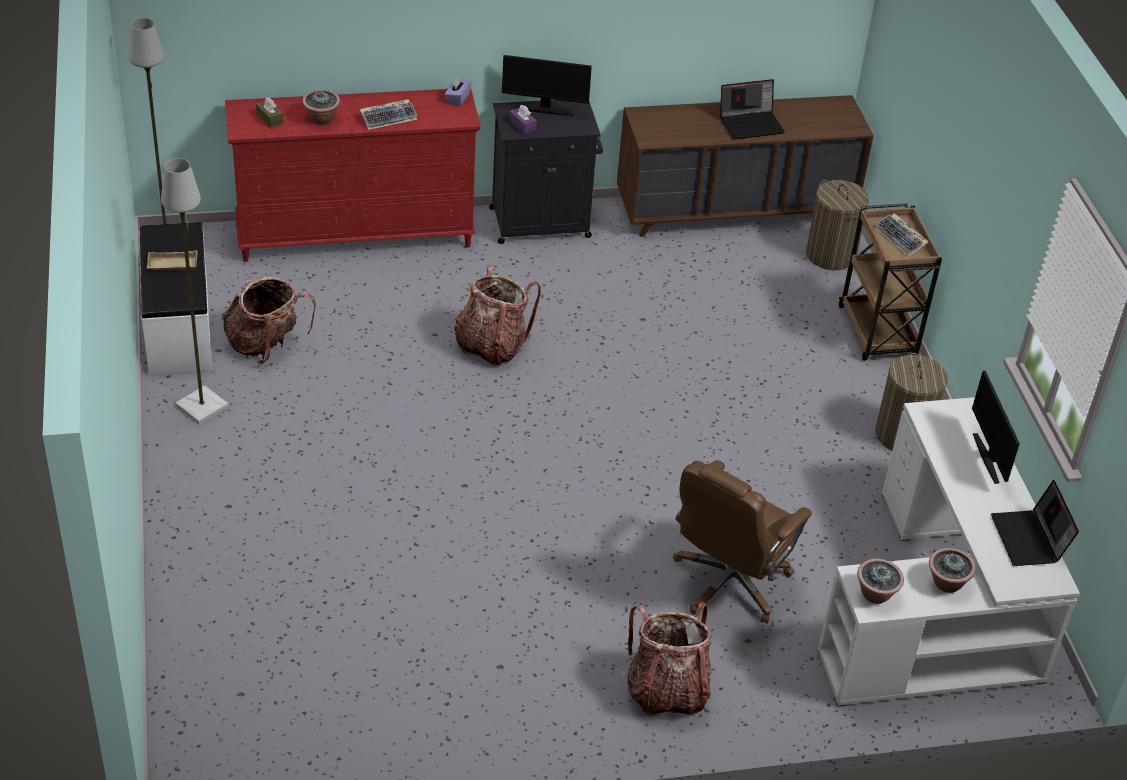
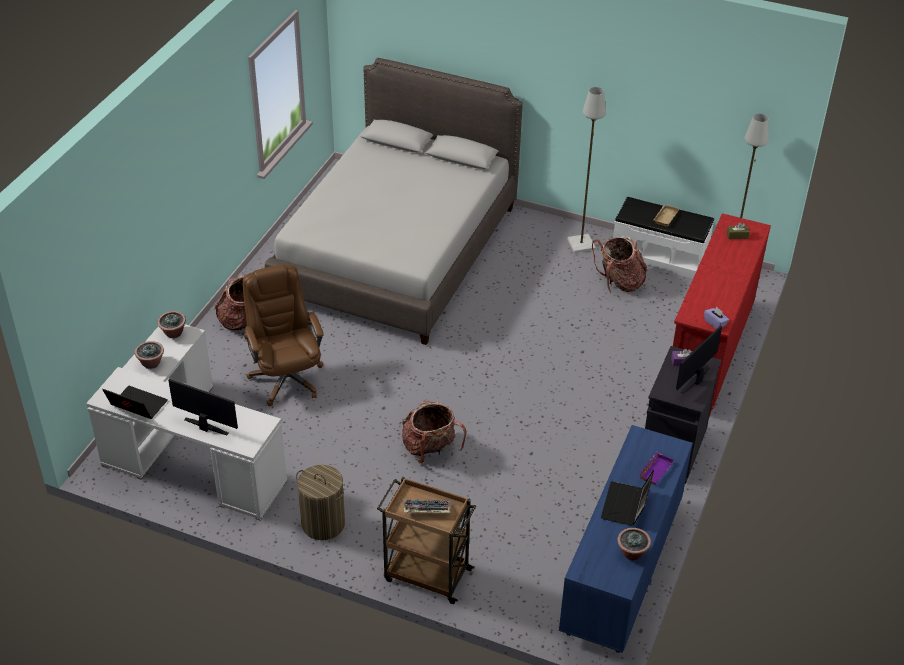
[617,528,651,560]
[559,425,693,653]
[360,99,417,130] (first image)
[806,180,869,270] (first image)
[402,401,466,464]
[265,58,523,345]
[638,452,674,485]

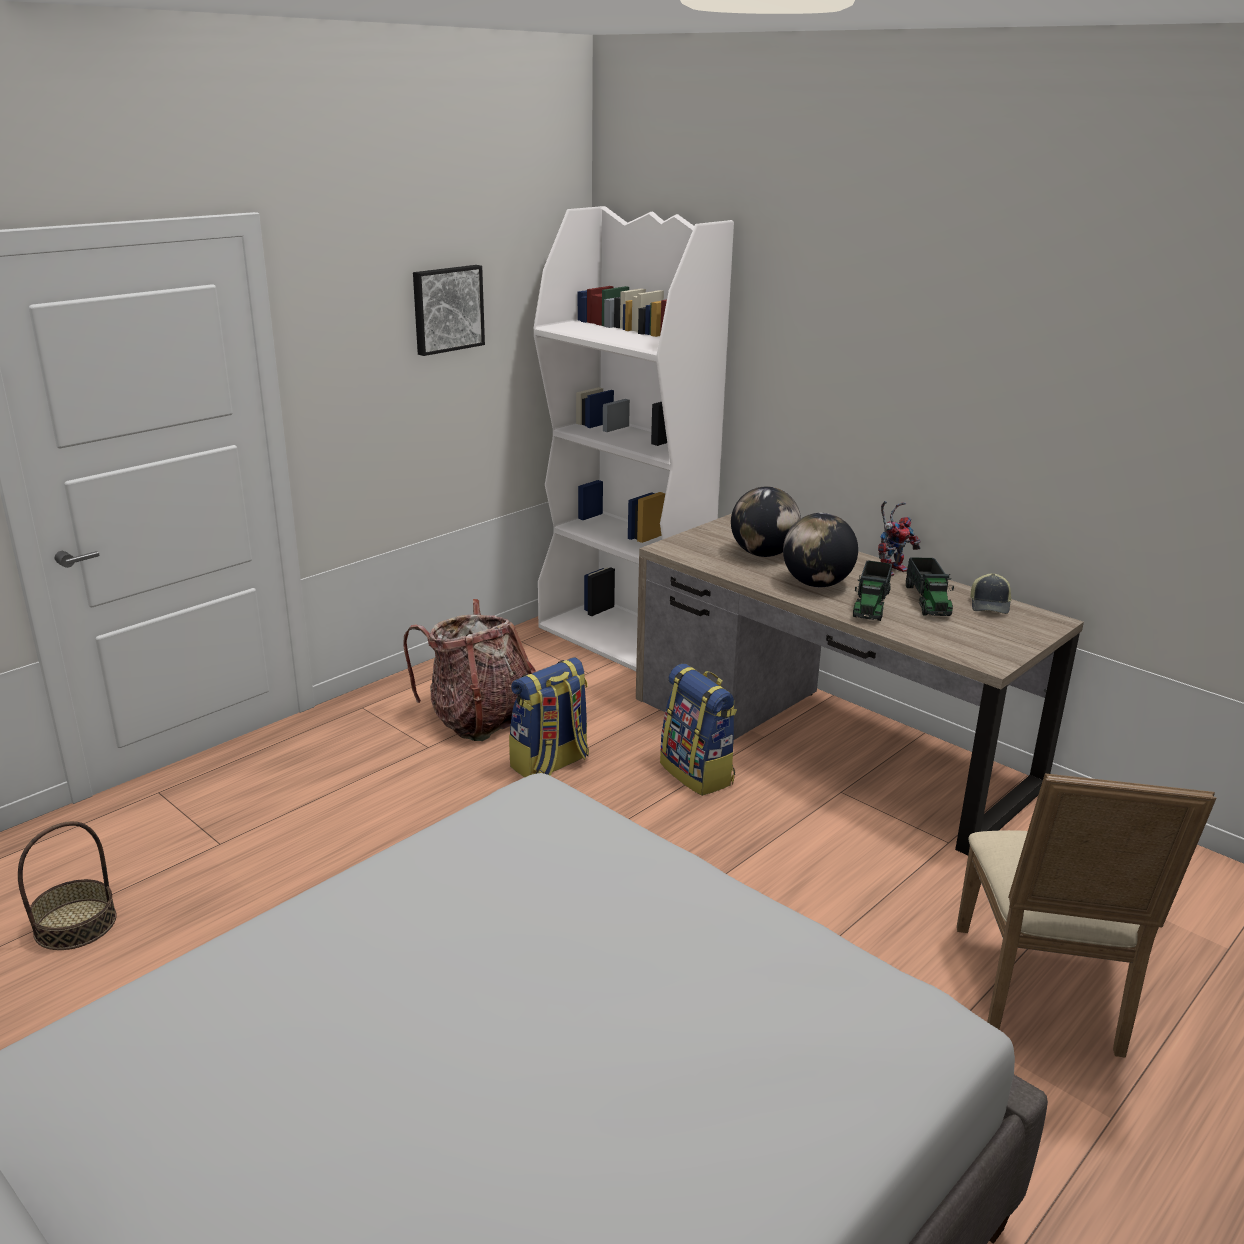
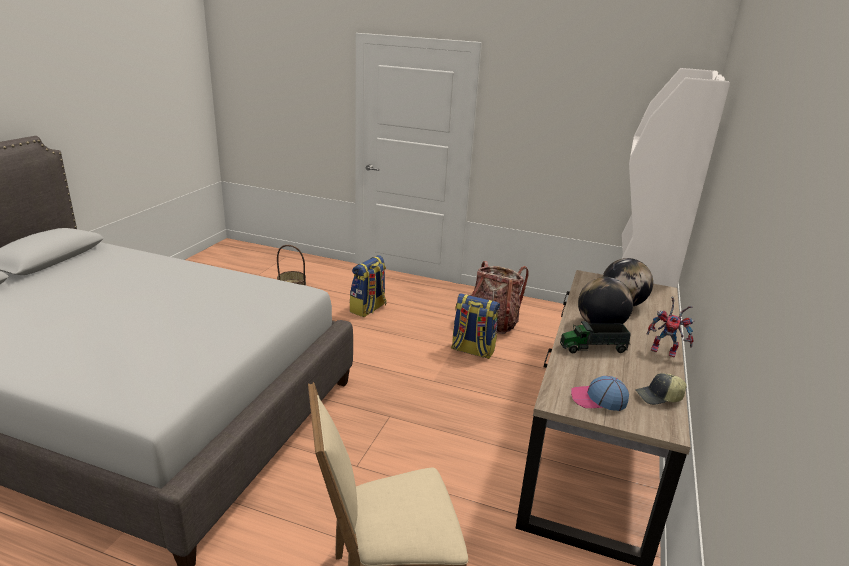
[413,265,485,356] (first image)
[906,557,954,616] (first image)
[350,255,387,317]
[571,376,629,411]

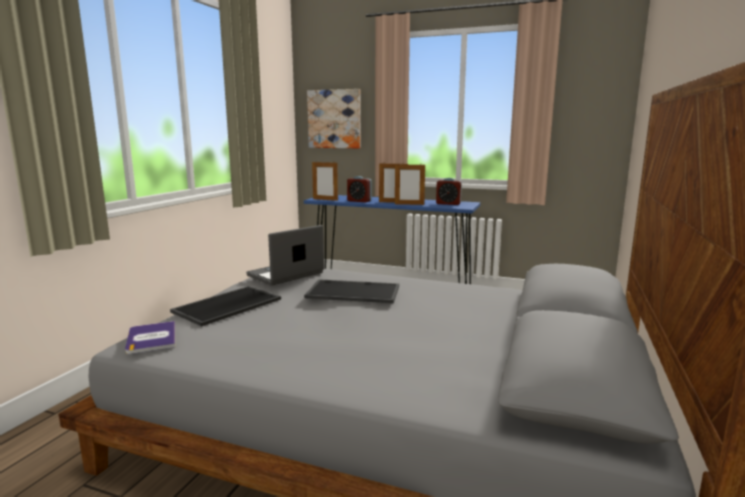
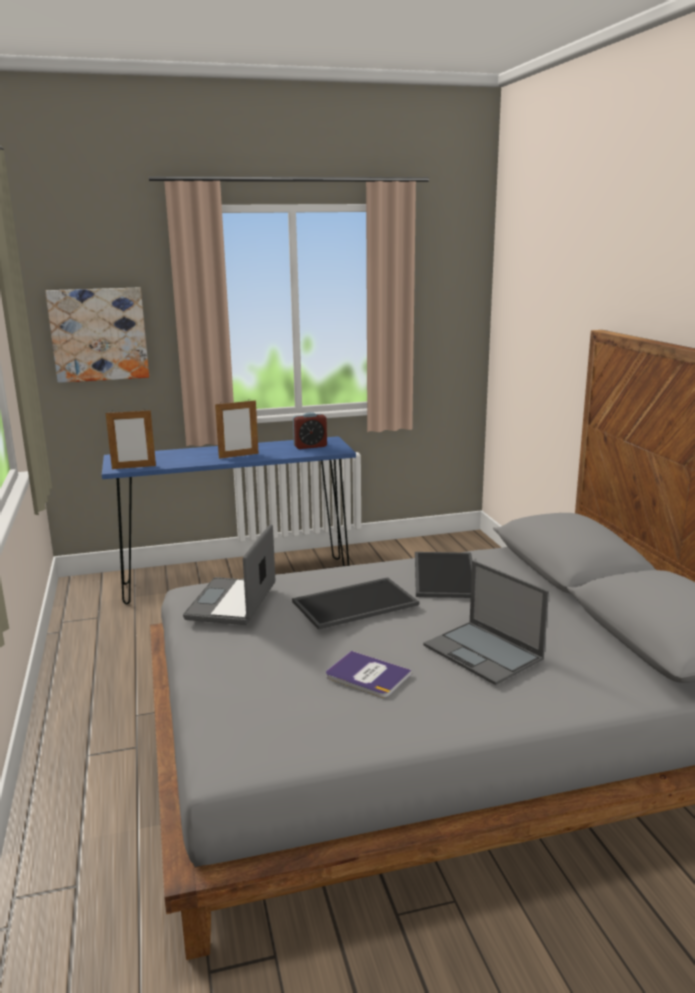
[395,163,425,205] (first image)
[347,176,372,202] (first image)
[415,552,473,598]
[326,651,412,698]
[423,560,549,685]

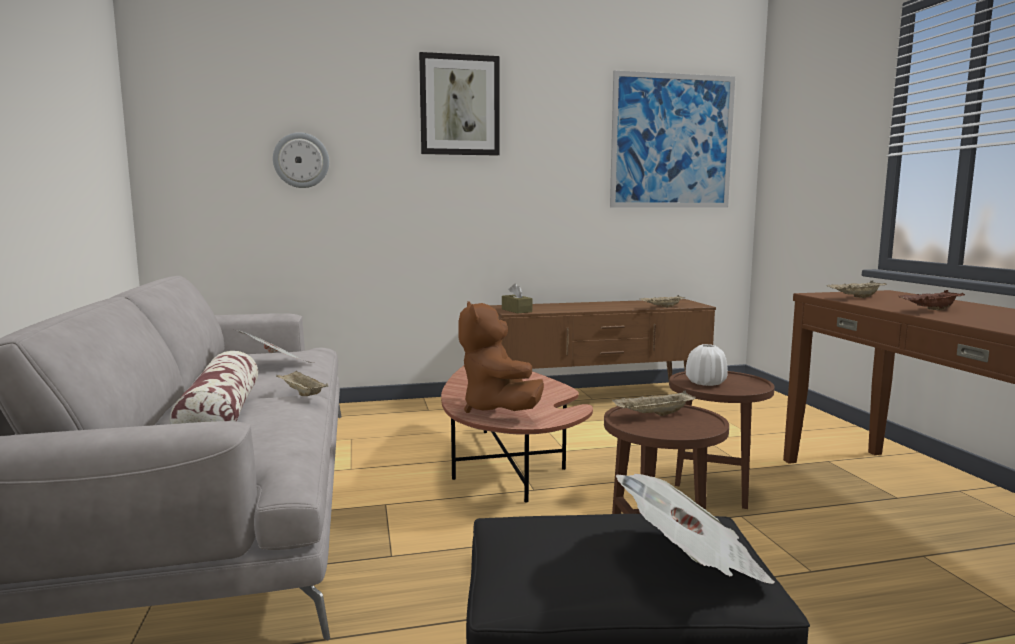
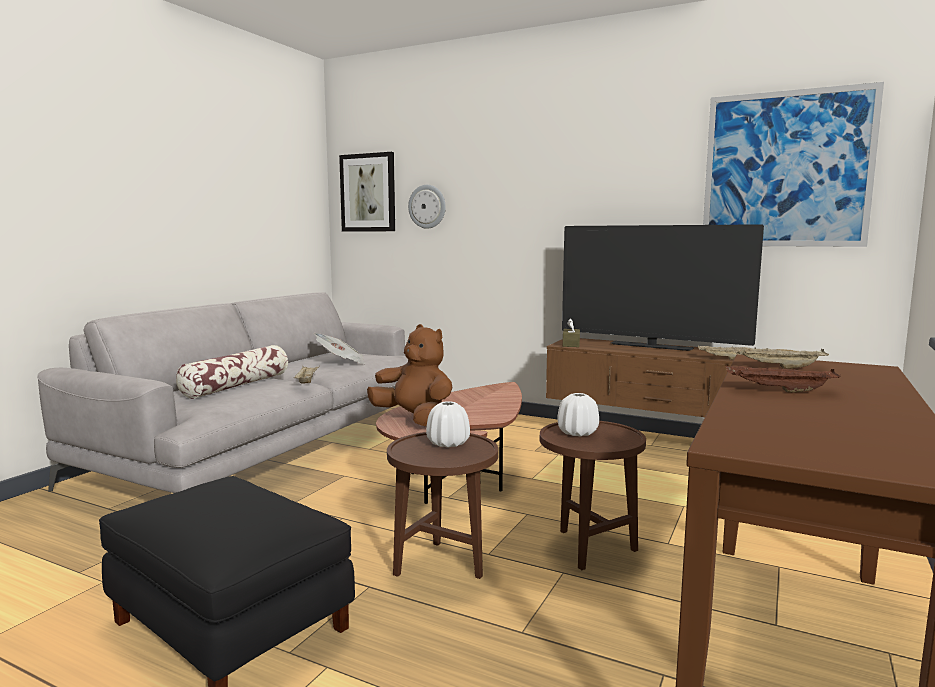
[339,152,395,232]
[367,324,453,426]
[426,401,470,447]
[616,474,775,584] (first image)
[562,224,764,351]

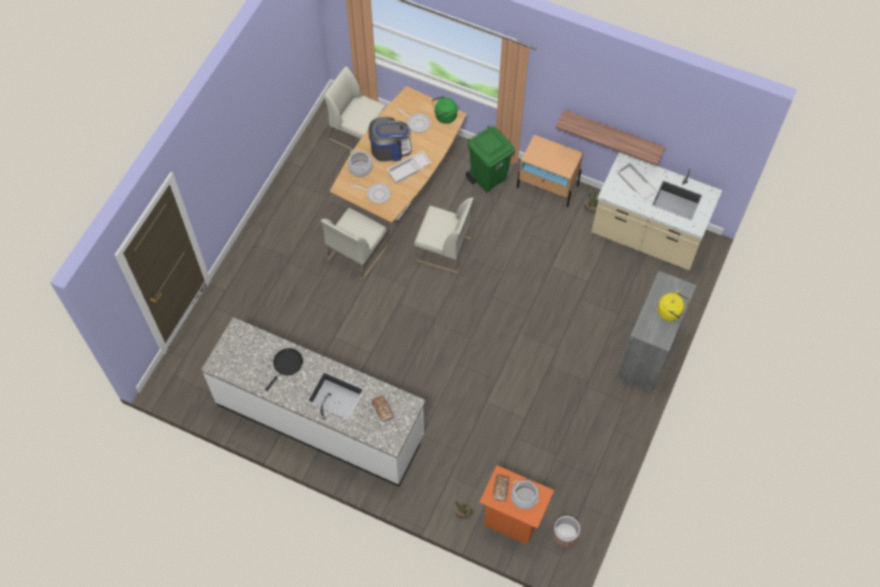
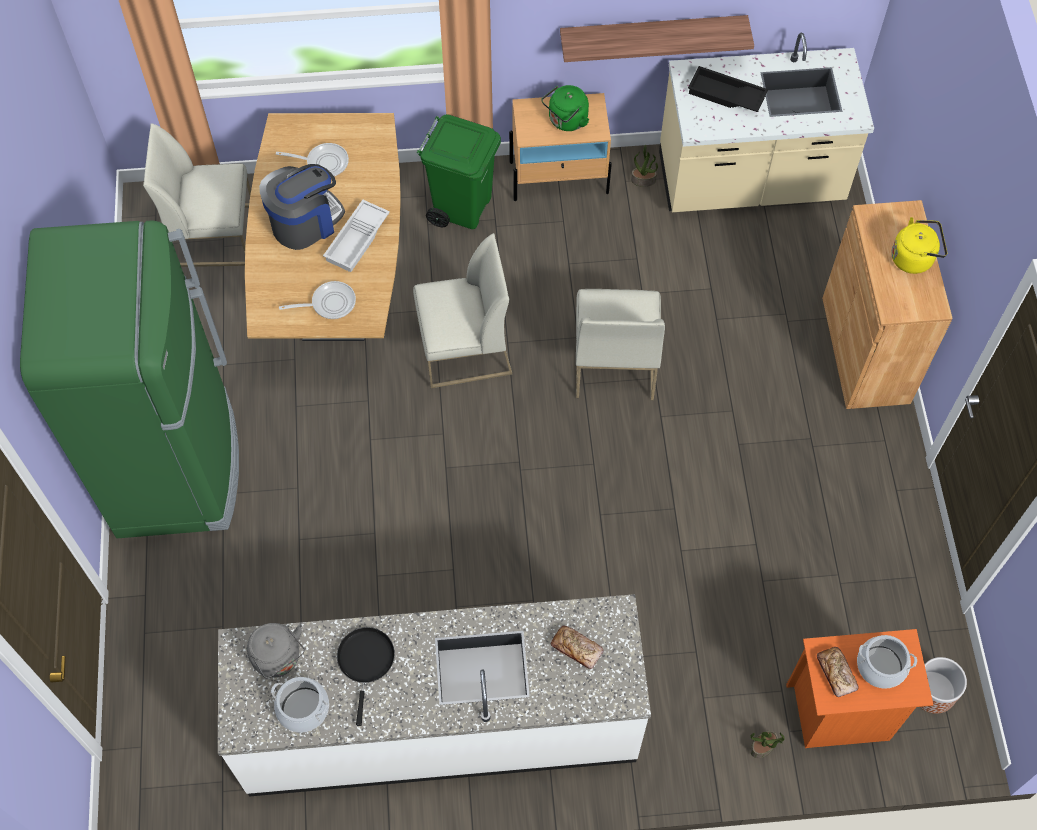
[541,85,589,131]
[271,677,329,733]
[688,66,768,112]
[576,289,665,400]
[822,200,953,409]
[20,220,239,538]
[247,623,305,678]

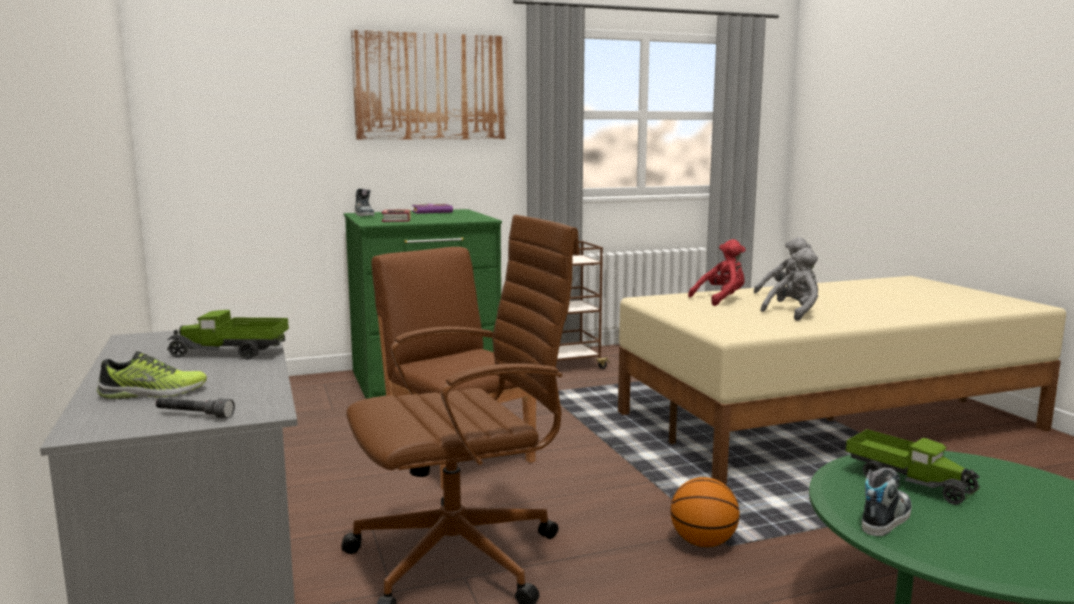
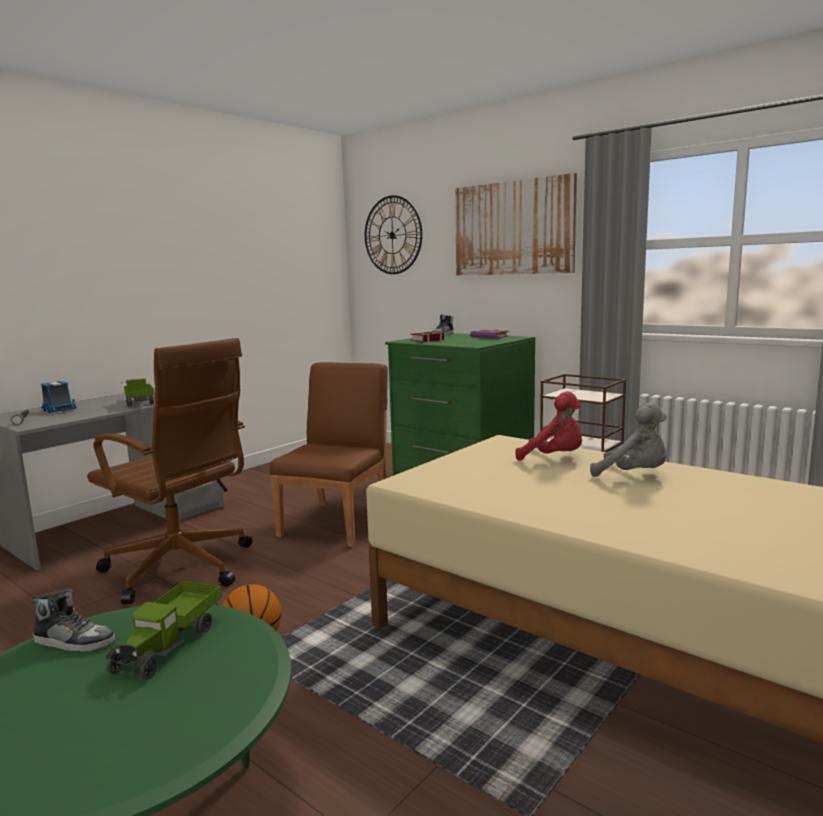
[761,248,818,321] (first image)
[41,381,77,413]
[365,195,422,274]

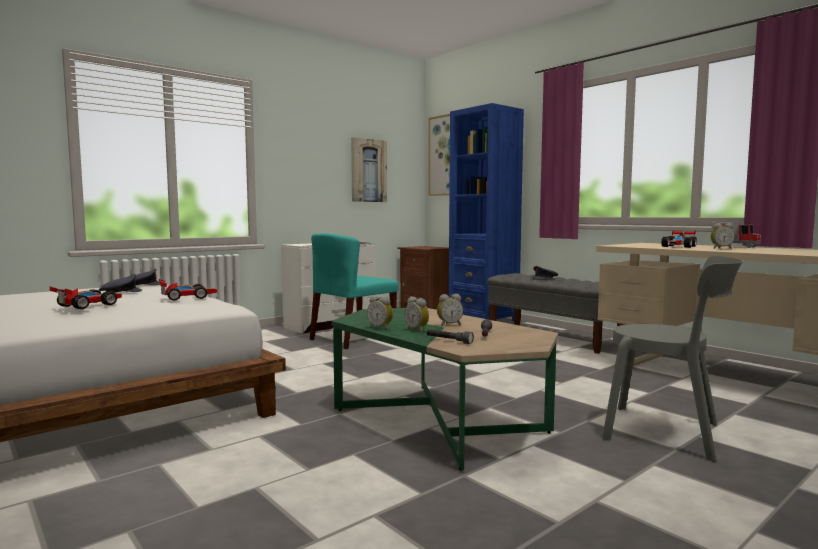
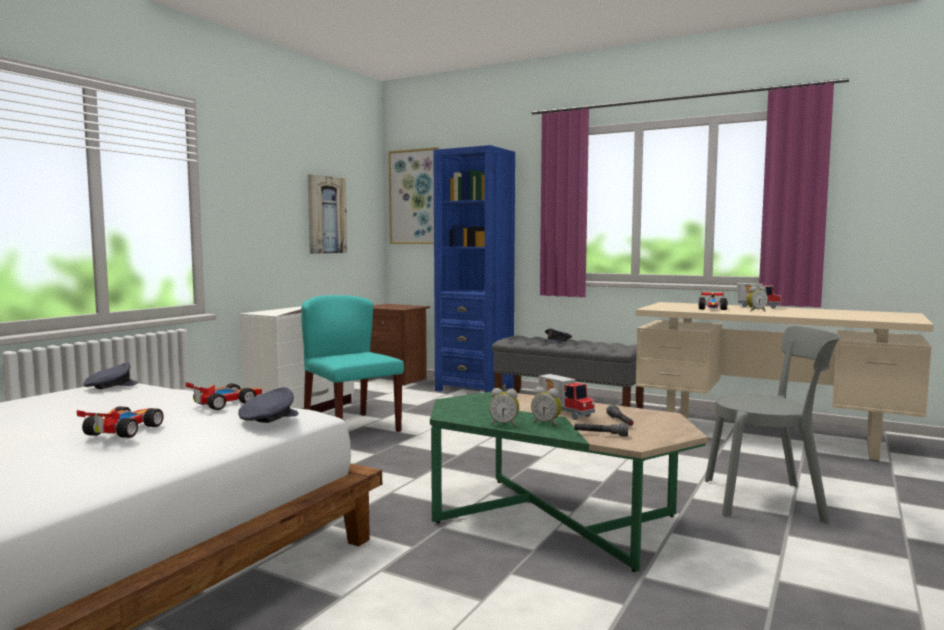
[301,295,404,432]
[238,387,299,423]
[538,374,595,420]

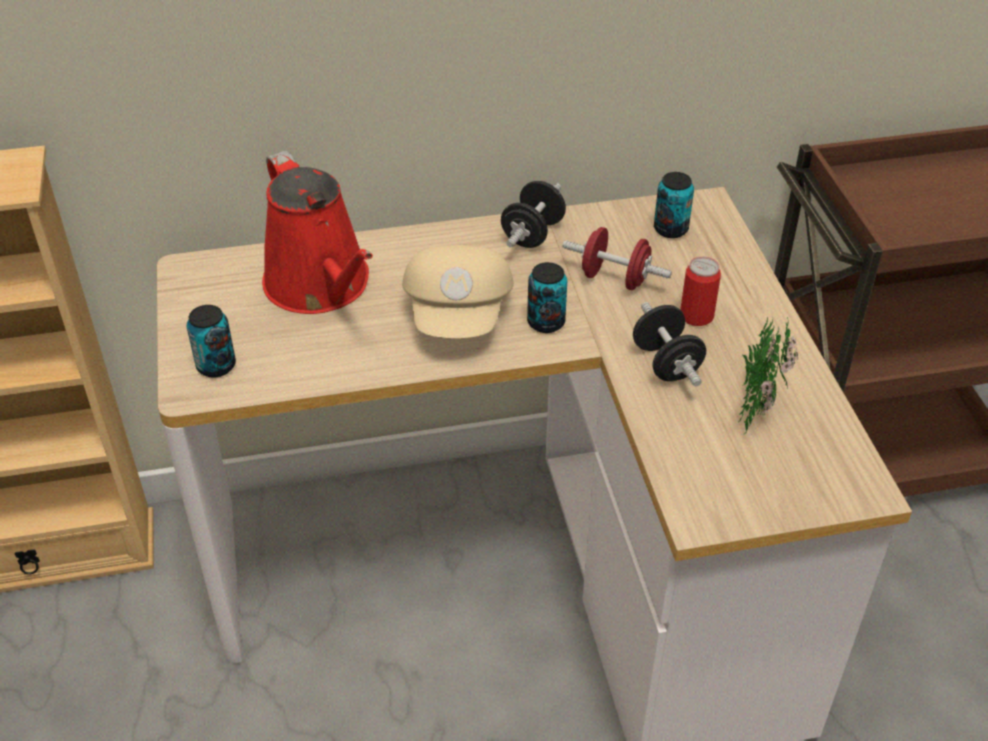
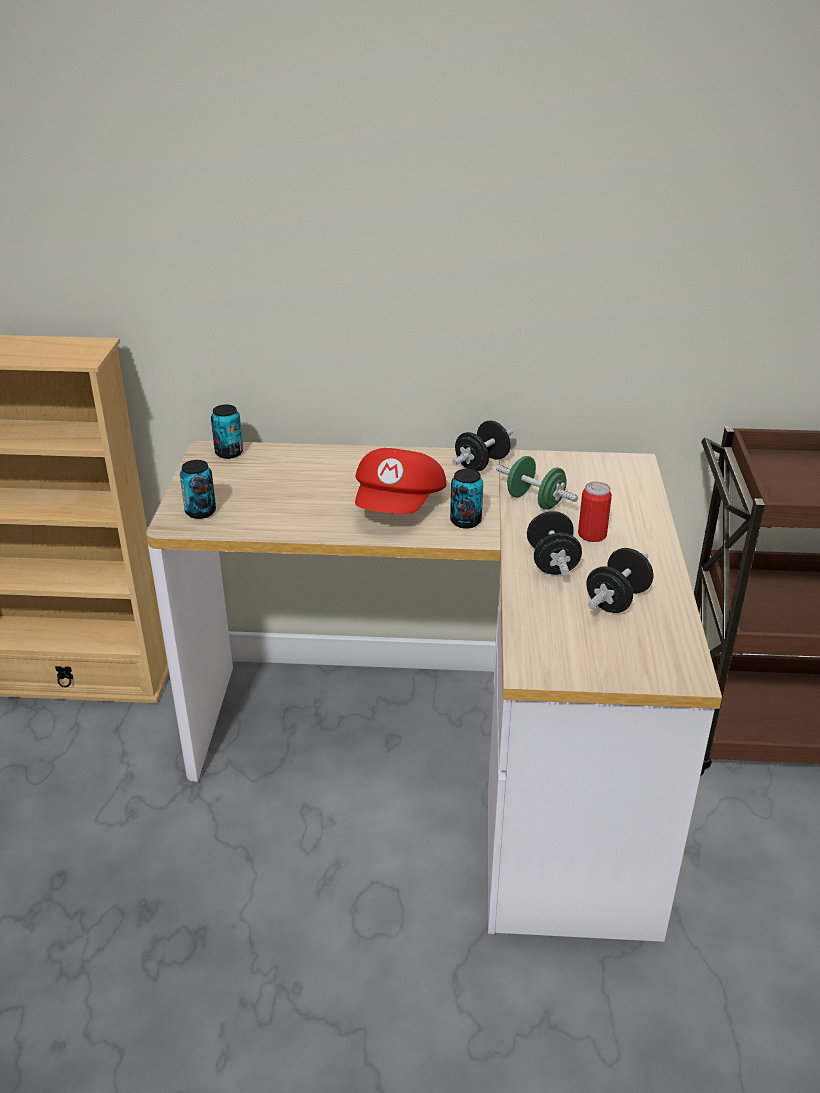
[262,151,373,314] (first image)
[211,405,243,459]
[496,456,578,510]
[355,448,447,514]
[586,548,654,613]

